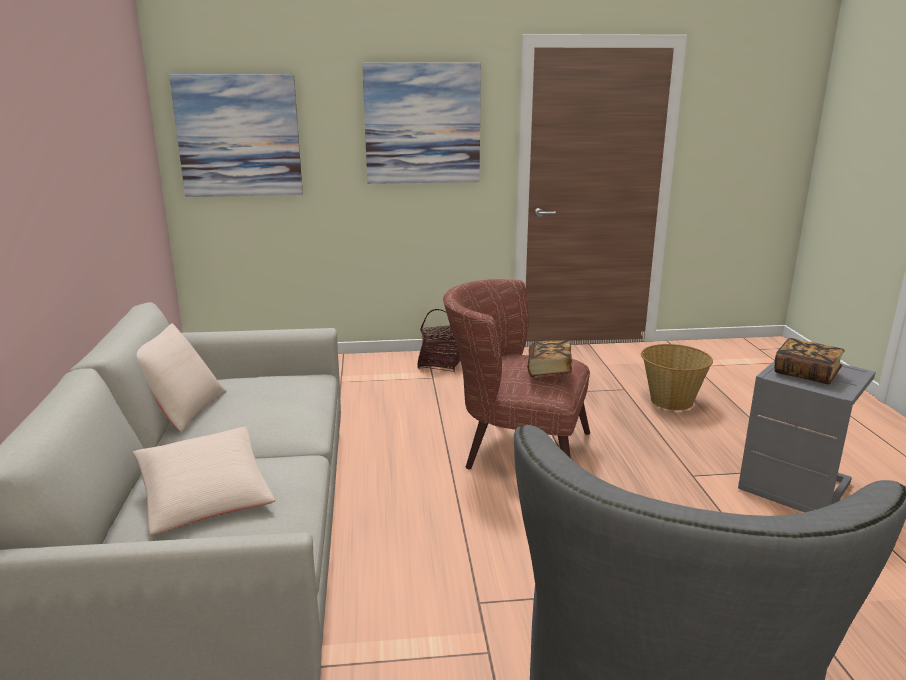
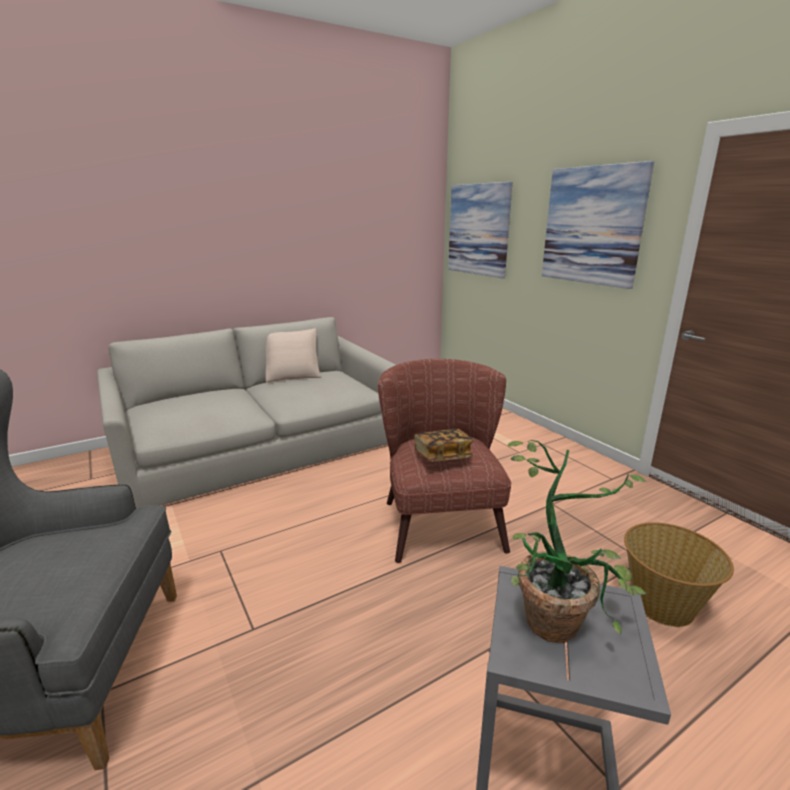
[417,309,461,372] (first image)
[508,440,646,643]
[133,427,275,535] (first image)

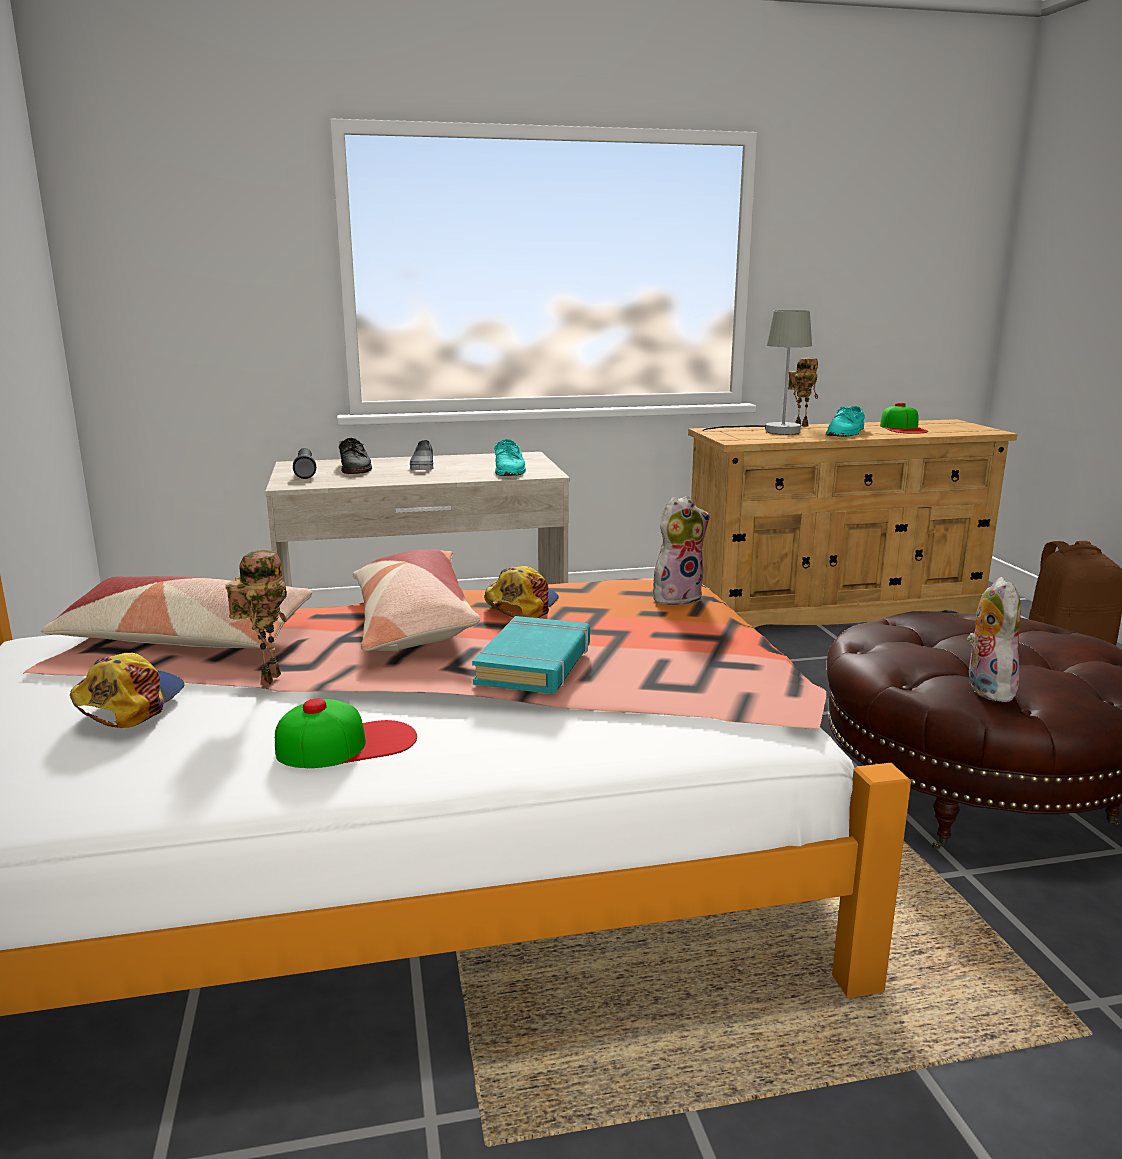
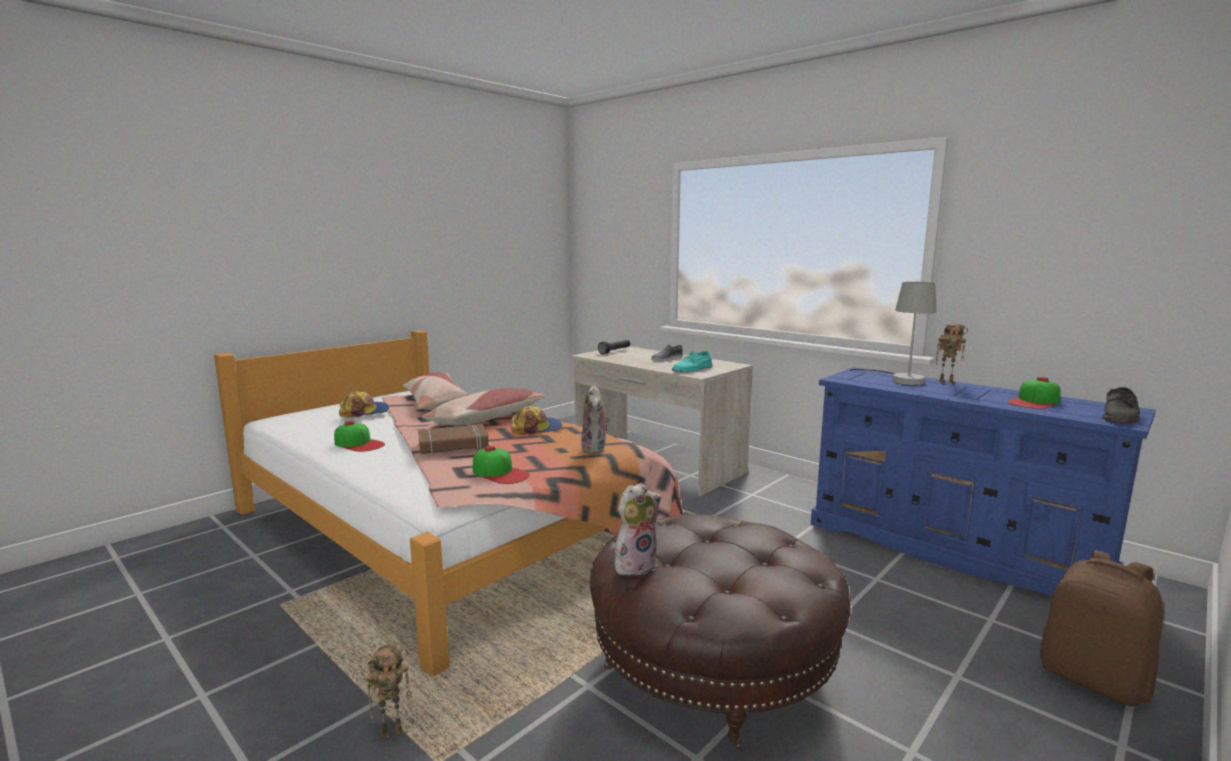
[826,406,865,436] (first image)
[811,367,1156,596]
[1102,387,1140,424]
[581,385,610,454]
[367,643,412,739]
[418,424,489,454]
[473,445,530,484]

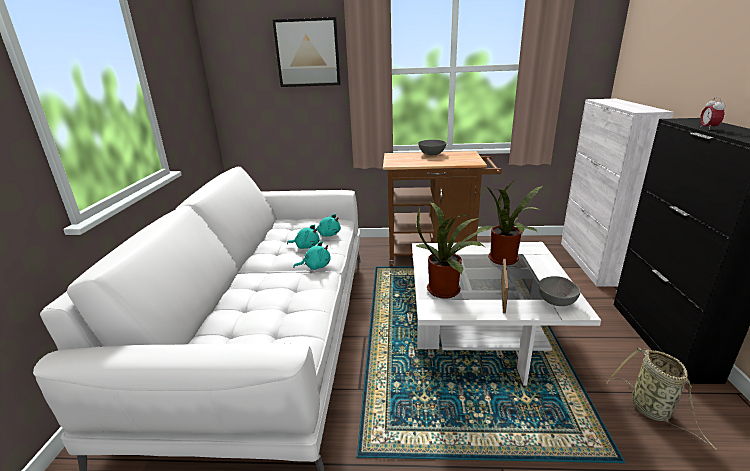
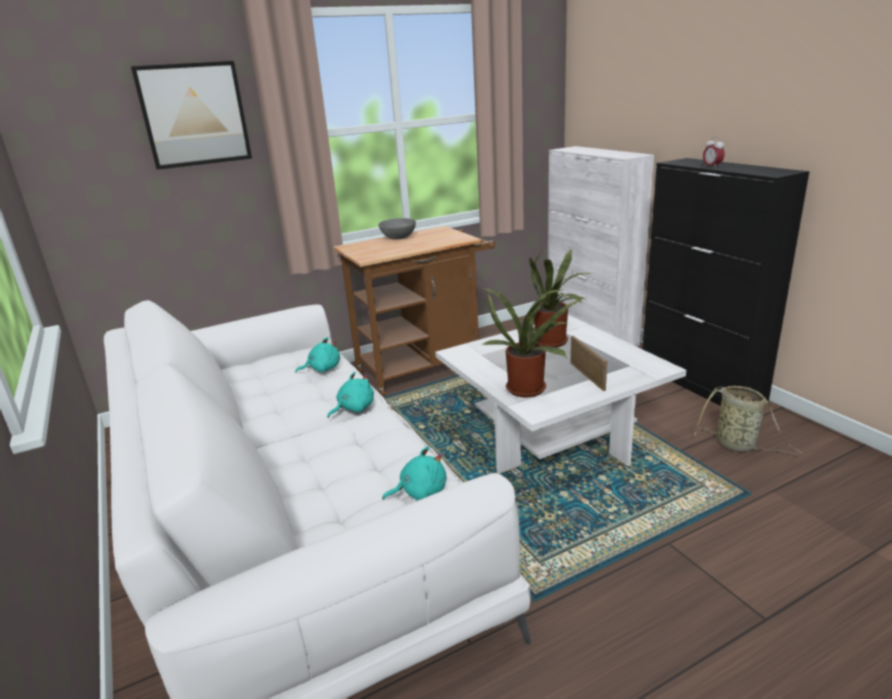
[382,446,446,500]
[538,276,581,306] (first image)

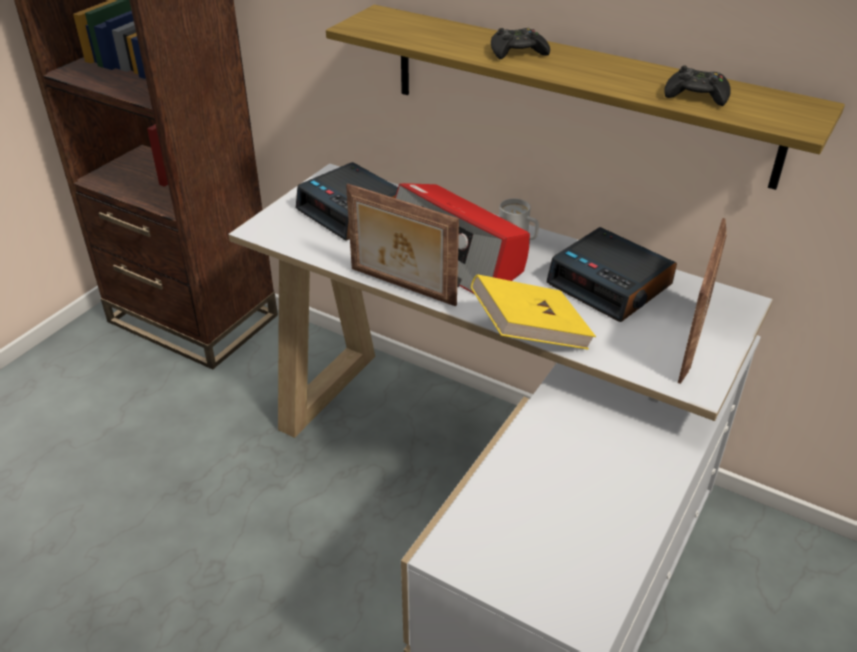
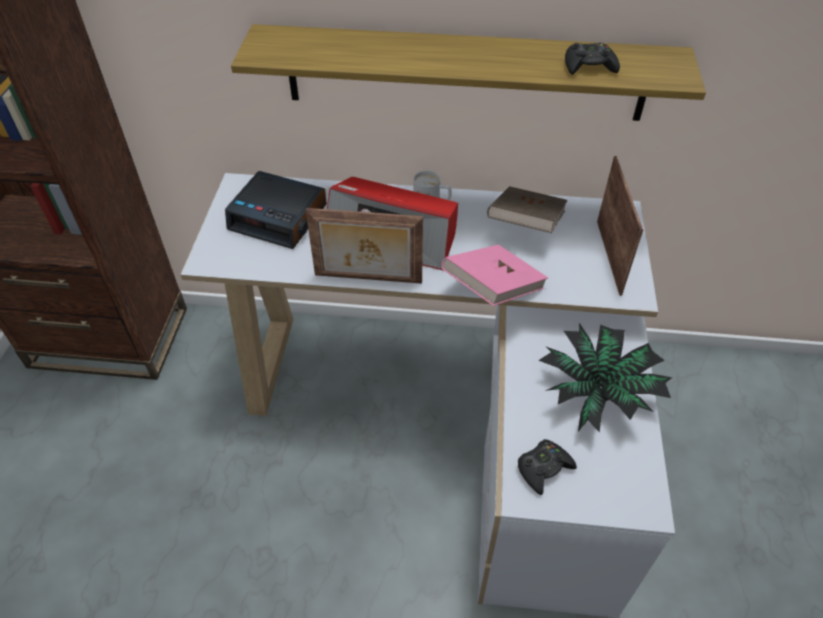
[518,439,577,495]
[487,186,568,233]
[442,245,548,306]
[538,323,672,433]

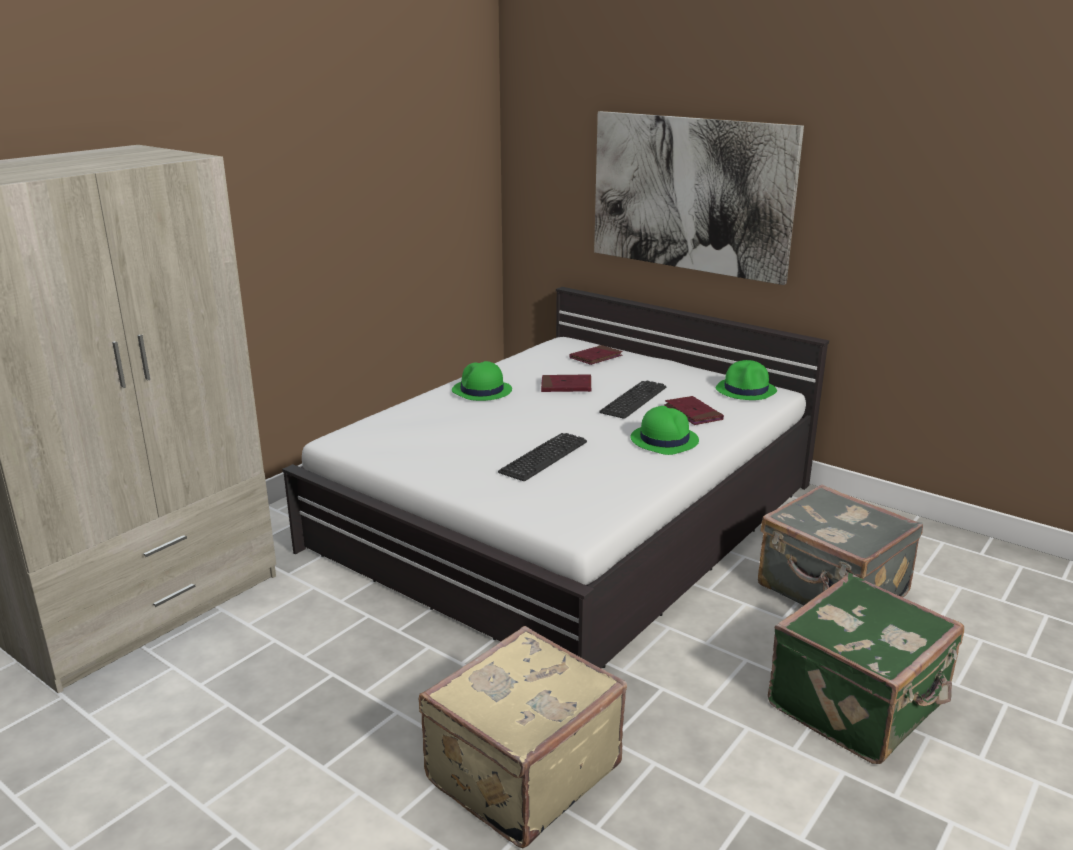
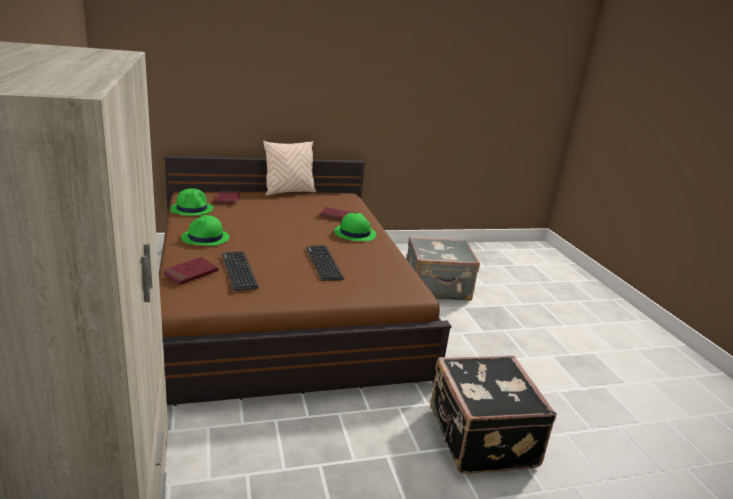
[594,111,804,285] (first image)
[159,156,451,406]
[170,188,213,216]
[163,257,218,285]
[222,251,259,291]
[768,573,964,764] (first image)
[431,356,556,474]
[263,141,316,196]

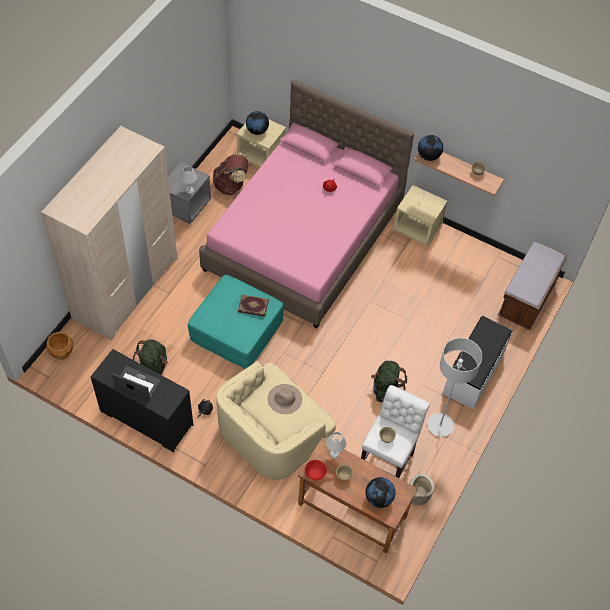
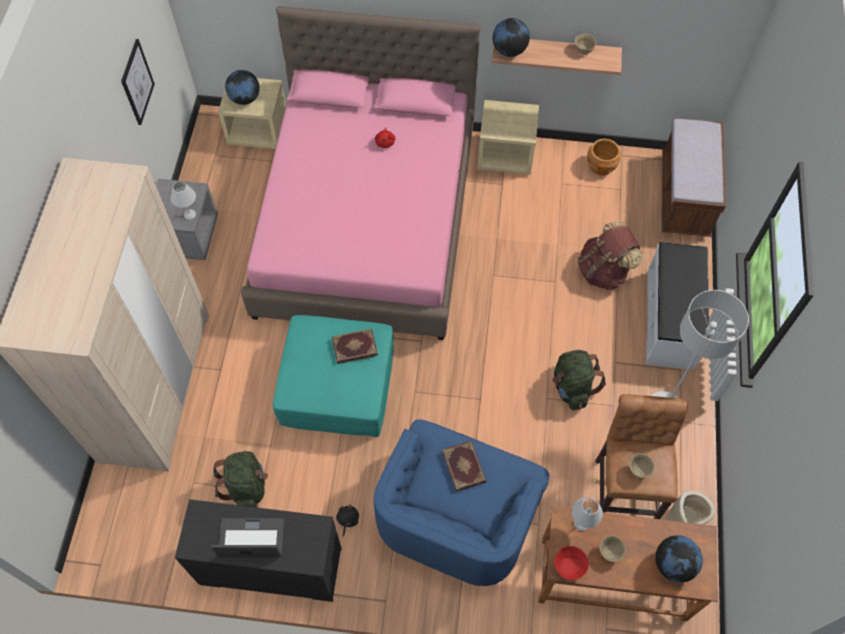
[578,222,643,290]
[587,139,621,175]
[374,419,549,586]
[442,441,487,492]
[595,394,688,519]
[121,39,155,125]

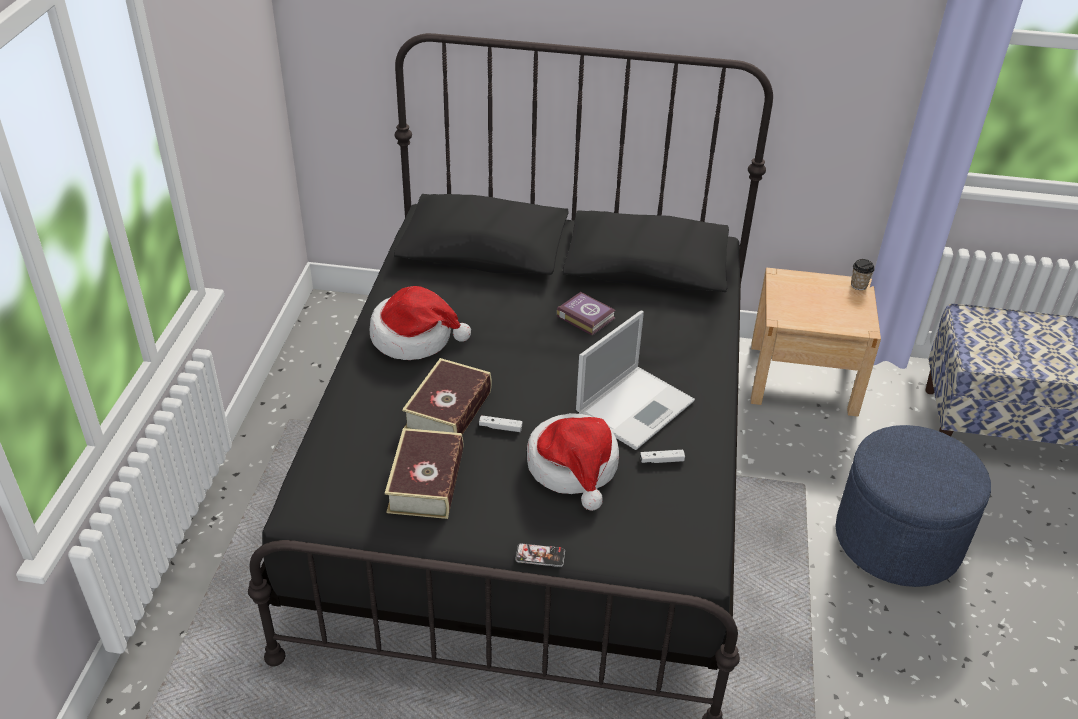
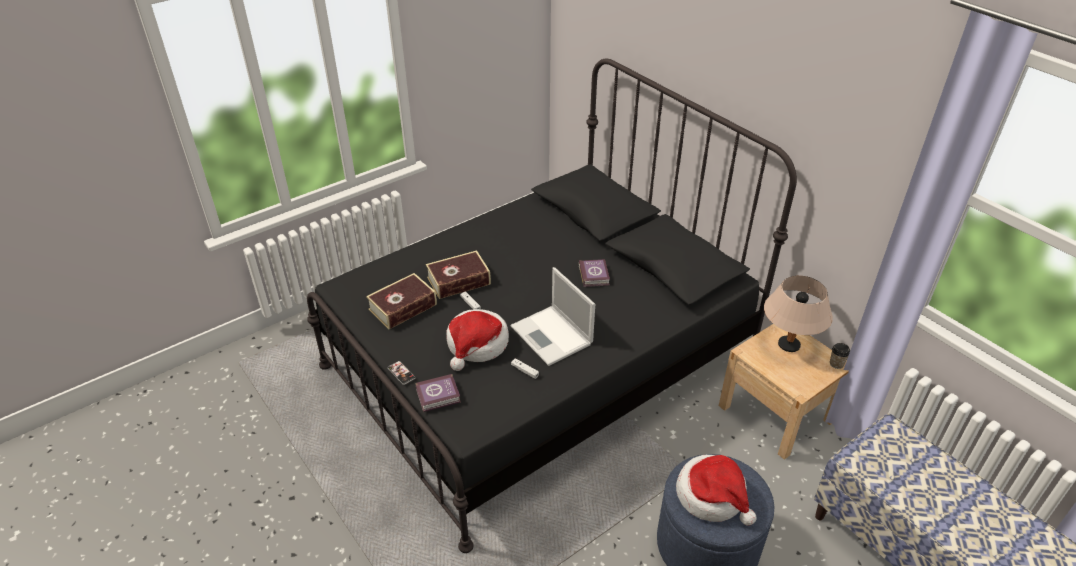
[676,455,756,525]
[510,267,595,366]
[764,276,833,352]
[415,374,461,412]

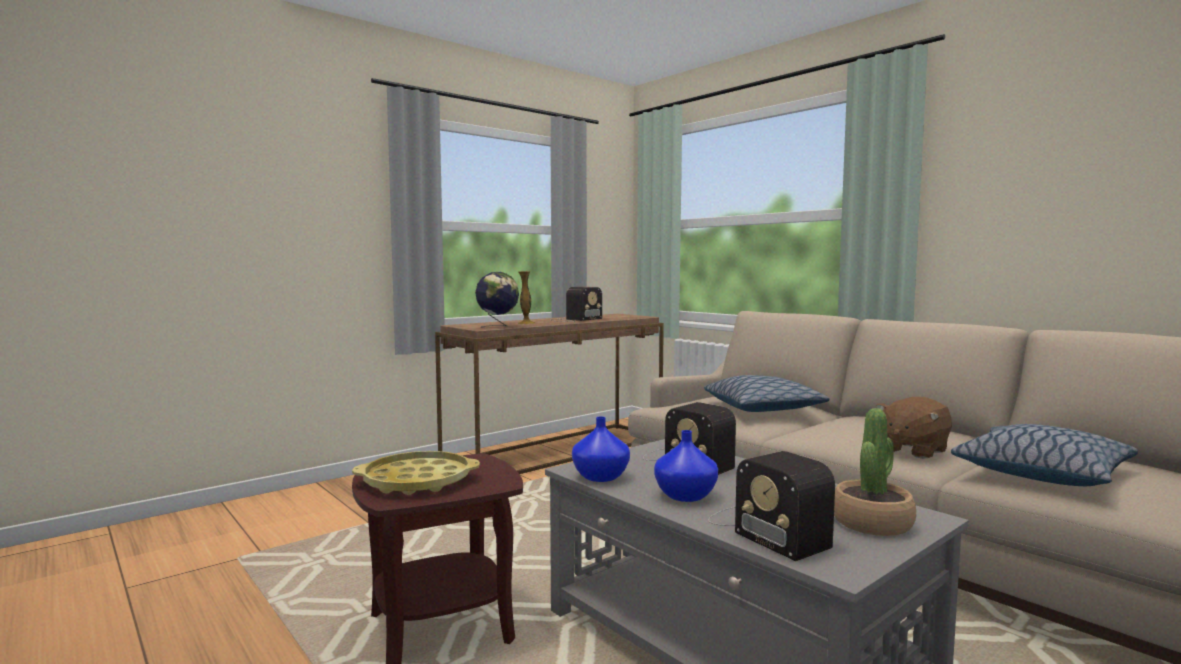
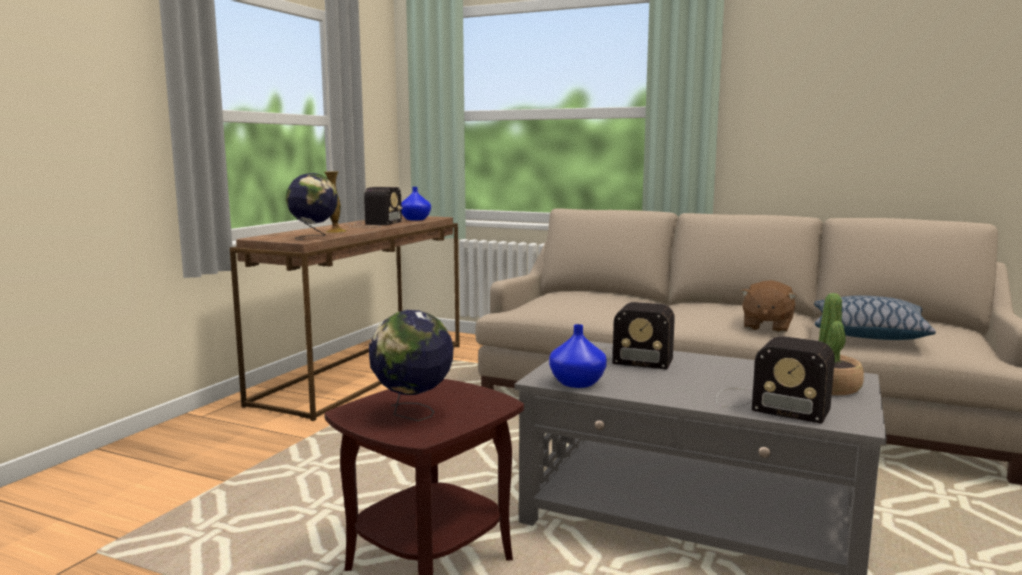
[704,375,829,412] (first image)
[401,187,431,221]
[369,310,454,421]

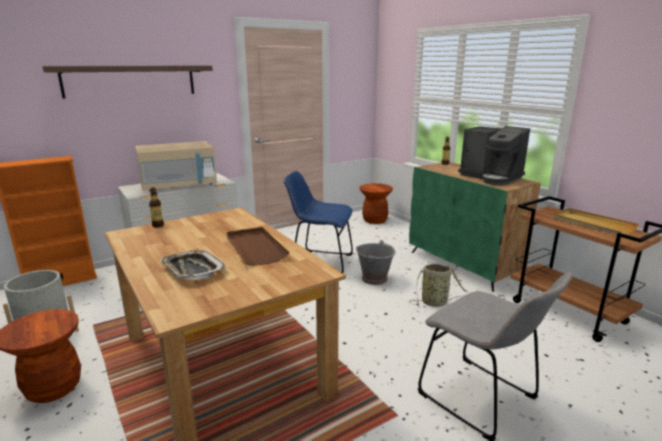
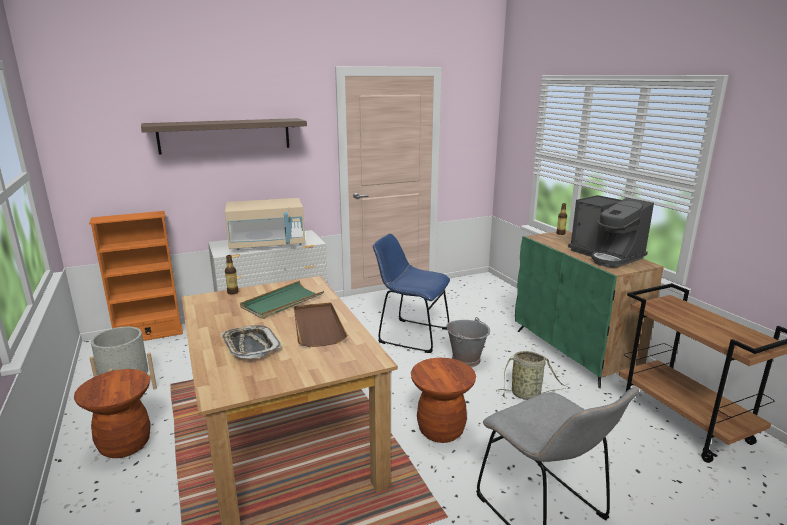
[411,358,476,443]
[553,208,639,235] (first image)
[240,281,324,319]

